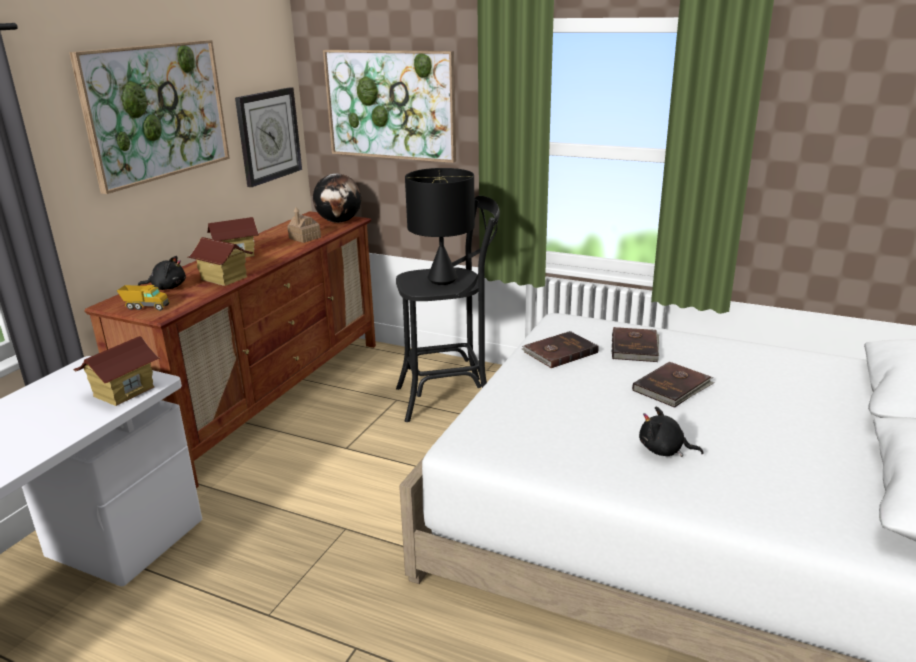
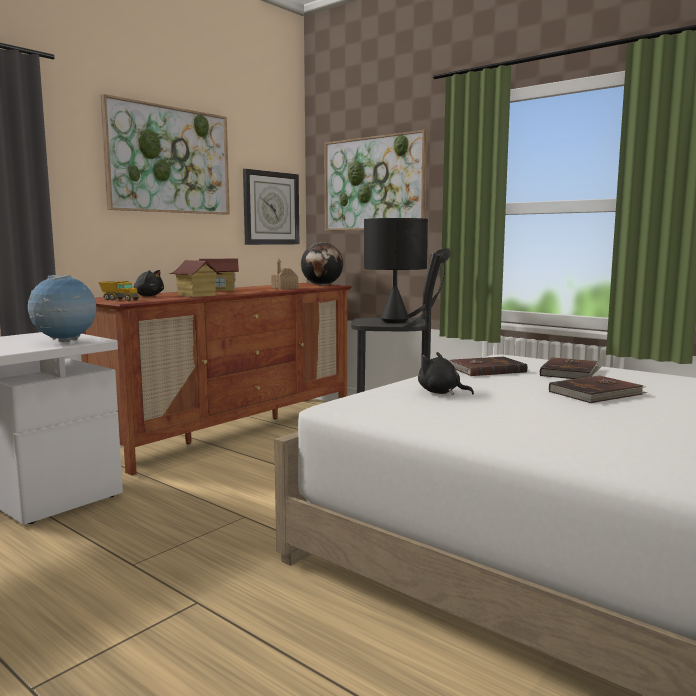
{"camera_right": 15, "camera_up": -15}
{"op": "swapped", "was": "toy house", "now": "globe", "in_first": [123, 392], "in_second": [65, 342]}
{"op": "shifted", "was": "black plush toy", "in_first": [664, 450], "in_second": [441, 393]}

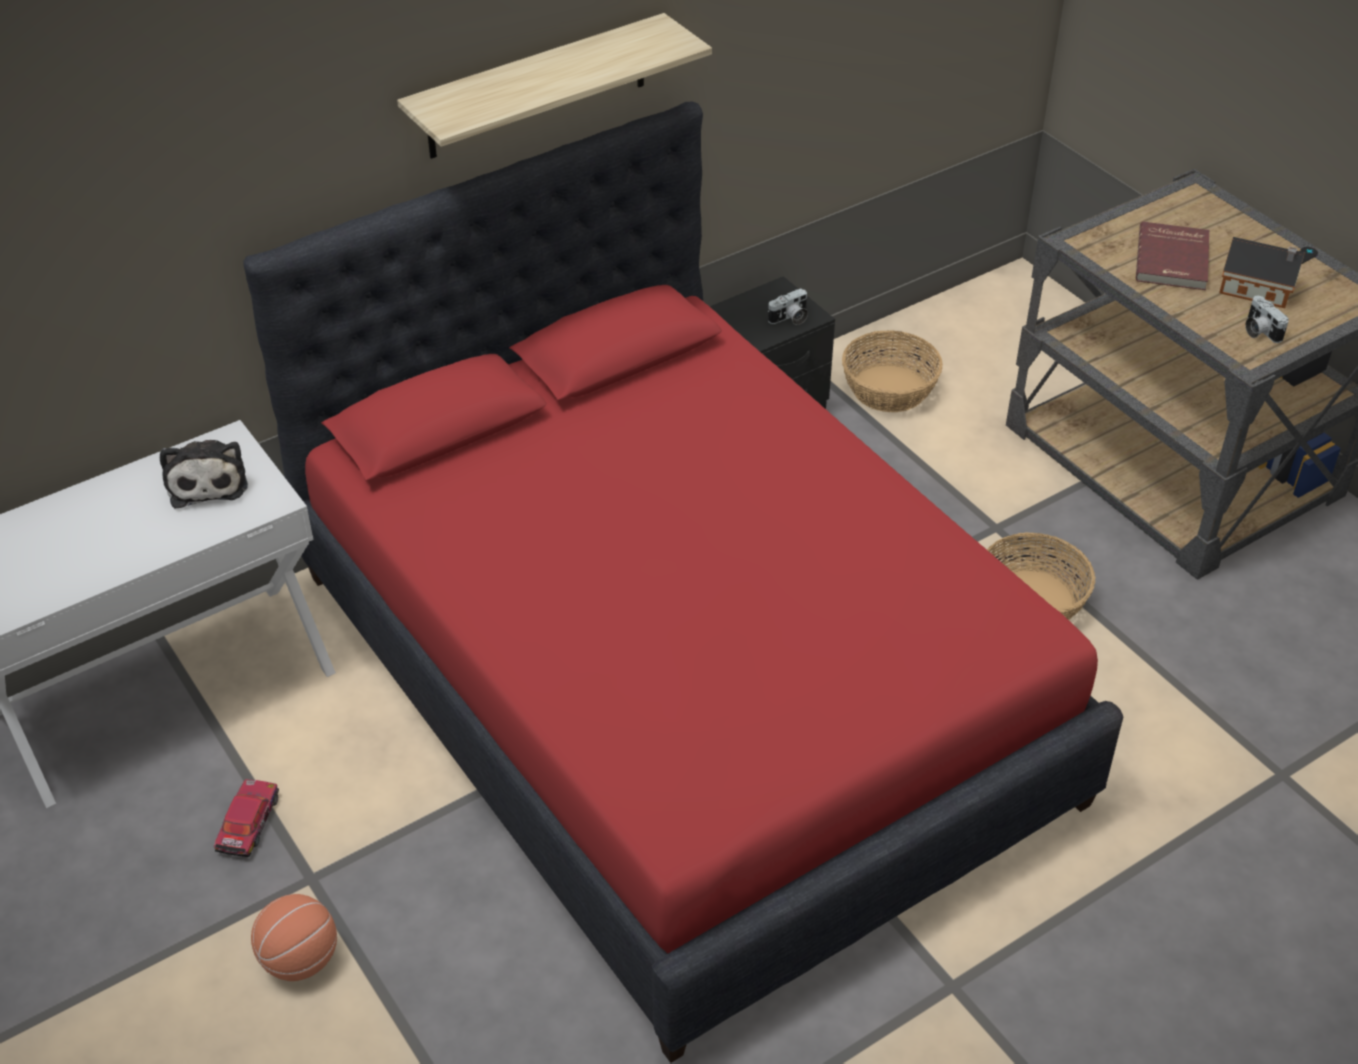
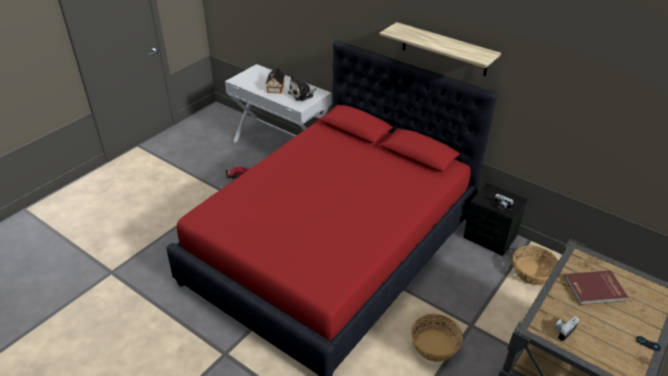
{"camera_right": 70, "camera_up": -5}
{"op": "shifted", "was": "toy house", "in_first": [1259, 290], "in_second": [275, 88]}
{"op": "gone", "was": "basketball", "in_first": [299, 960]}

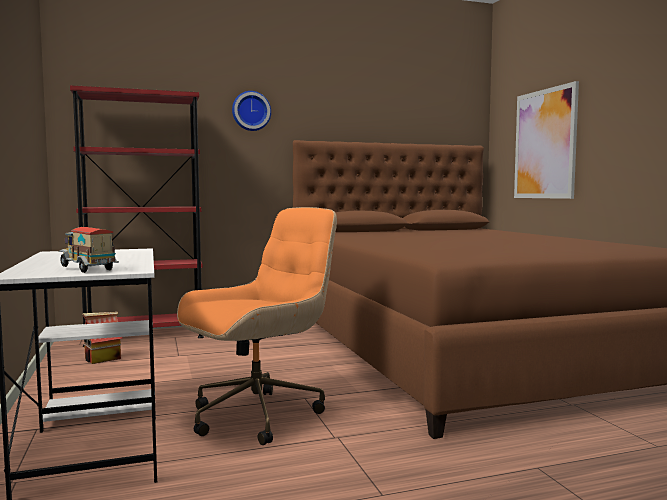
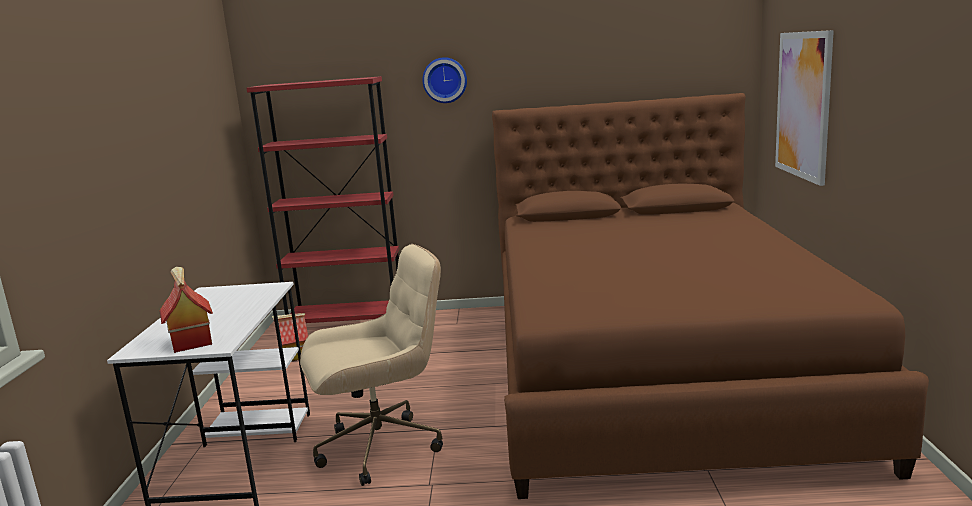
{"camera_right": 20, "camera_up": 10}
{"op": "swapped", "was": "toy truck", "now": "toy house", "in_first": [88, 269], "in_second": [190, 341]}
{"op": "repainted", "was": "orange office chair", "now": "beige office chair", "in_first": [260, 415], "in_second": [384, 448]}

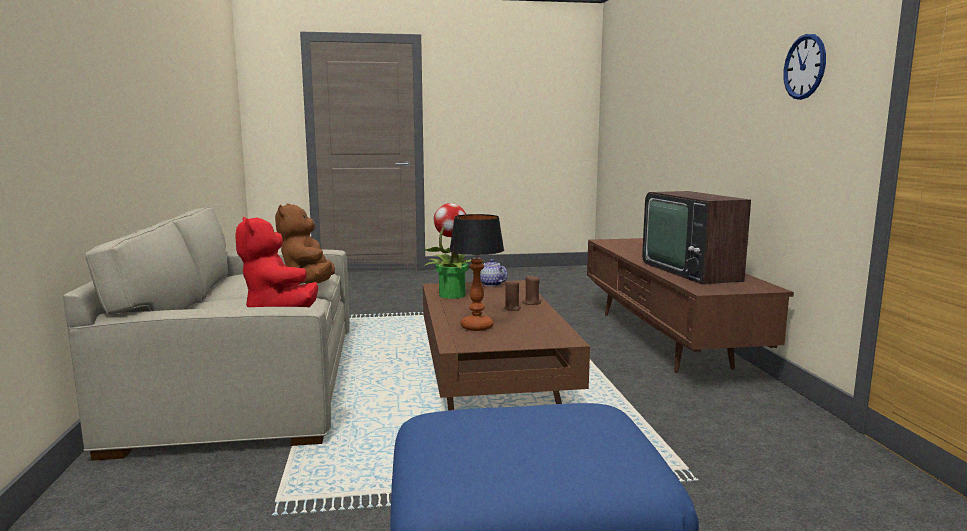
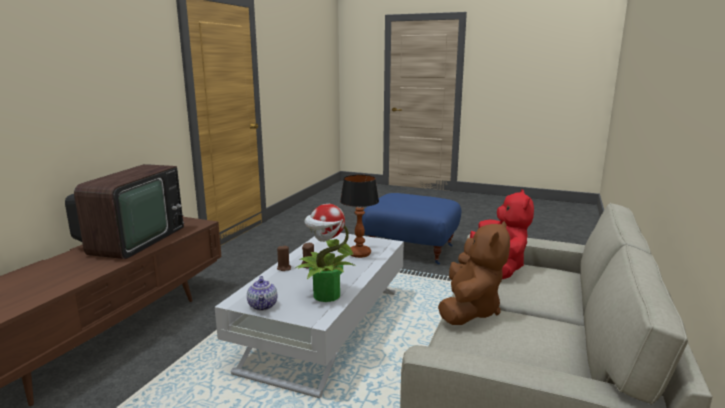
{"camera_right": -150, "camera_up": 5}
{"op": "repainted", "was": "brown coffee table", "now": "white coffee table", "in_first": [491, 384], "in_second": [324, 329]}
{"op": "gone", "was": "wall clock", "in_first": [804, 67]}

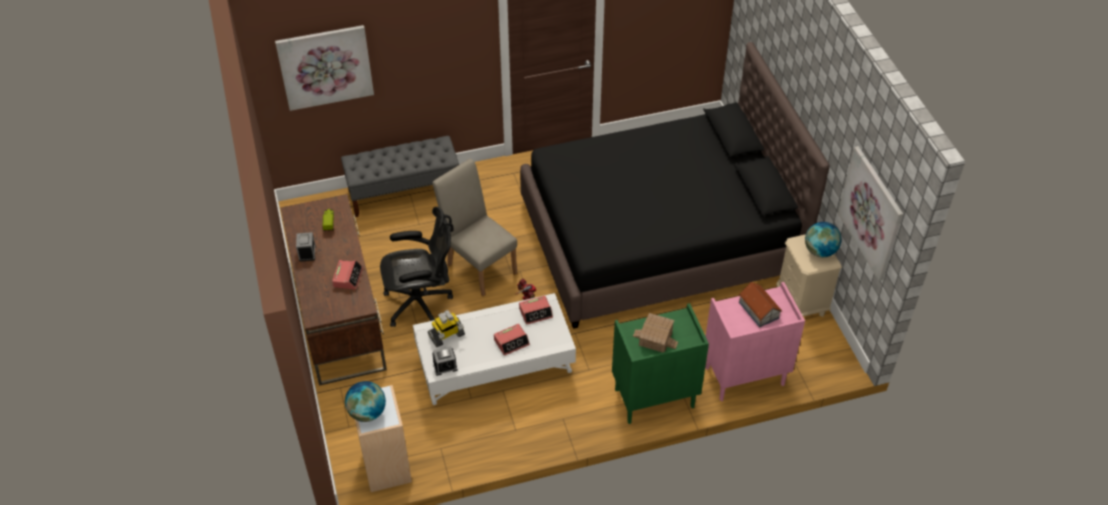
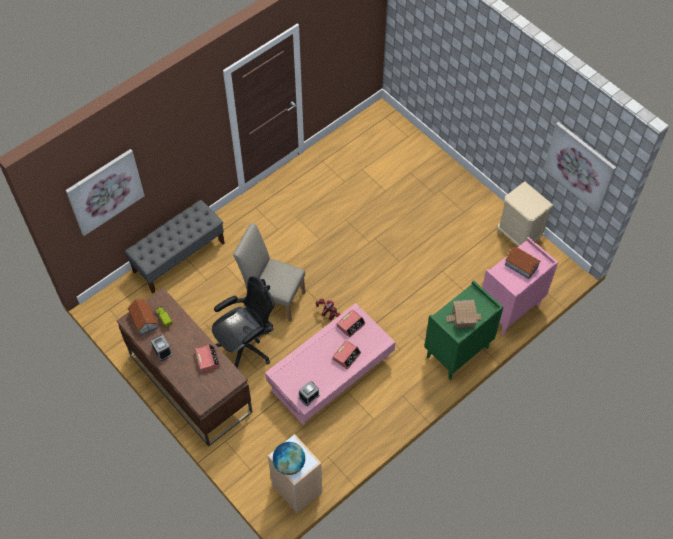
{"camera_right": -25, "camera_up": 10}
{"op": "new", "now": "toy house", "in_second": [144, 320]}
{"op": "repainted", "was": "white coffee table", "now": "pink coffee table", "in_first": [496, 365], "in_second": [331, 373]}
{"op": "gone", "was": "toy robot", "in_first": [446, 336]}
{"op": "gone", "was": "black bed", "in_first": [660, 237]}
{"op": "gone", "was": "globe", "in_first": [820, 251]}

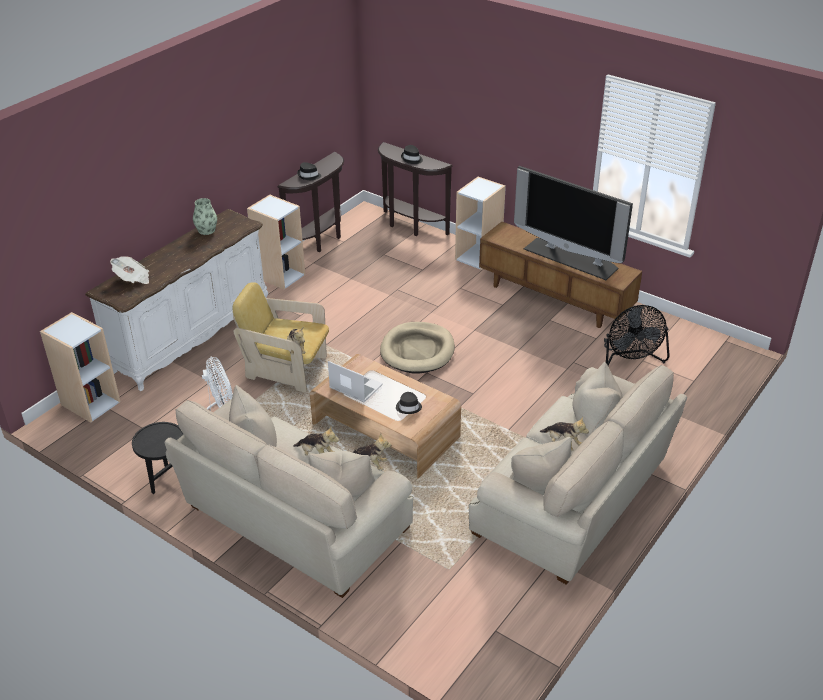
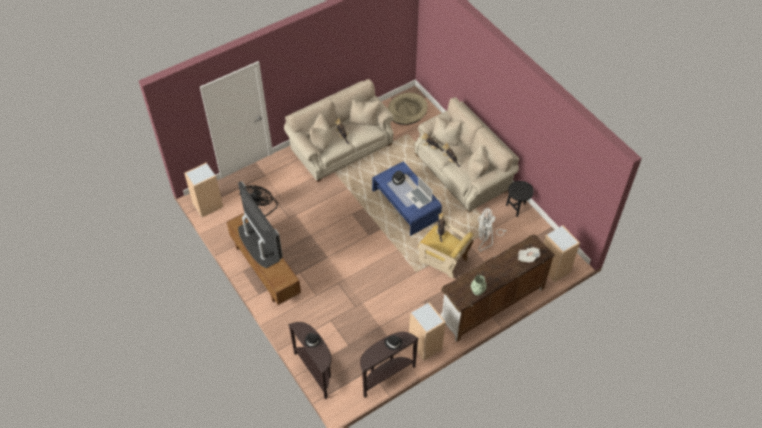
{"camera_right": -160, "camera_up": 15}
{"op": "shifted", "was": "bookcase", "in_first": [479, 256], "in_second": [207, 205]}
{"op": "repainted", "was": "brown coffee table", "now": "blue coffee table", "in_first": [385, 431], "in_second": [406, 205]}
{"op": "shifted", "was": "beige dog bed", "in_first": [417, 351], "in_second": [407, 110]}

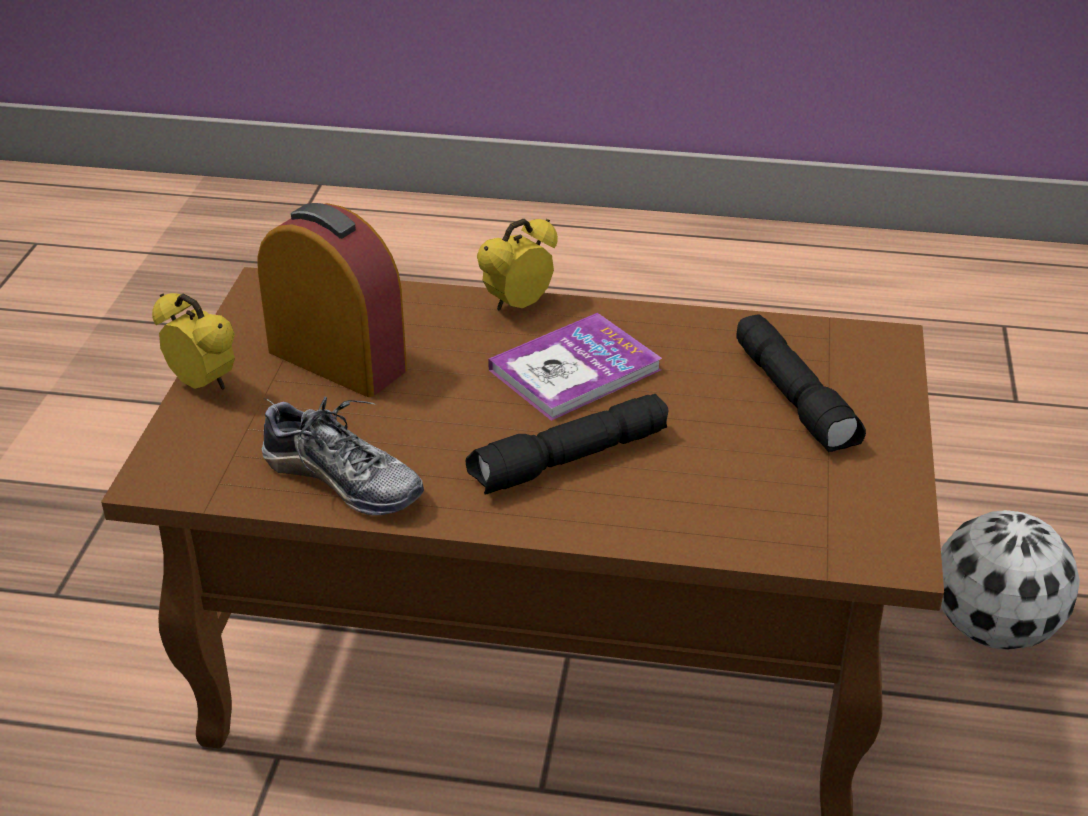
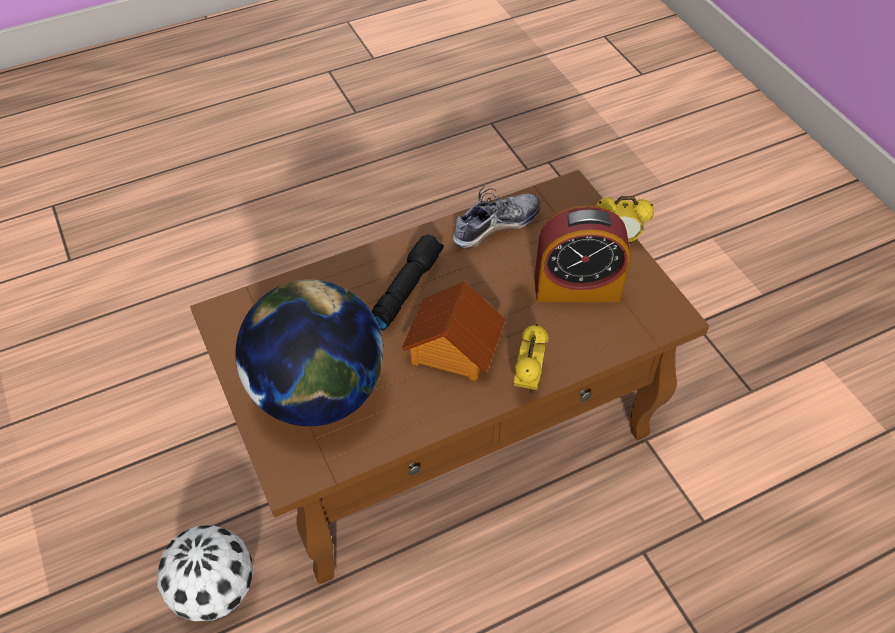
{"camera_right": 145, "camera_up": 15}
{"op": "swapped", "was": "black flashlight", "now": "globe", "in_first": [795, 399], "in_second": [318, 393]}
{"op": "swapped", "was": "book", "now": "toy house", "in_first": [575, 370], "in_second": [452, 348]}
{"op": "rotated", "was": "shoe", "in_first": [343, 480], "in_second": [495, 226], "clockwise": 150}

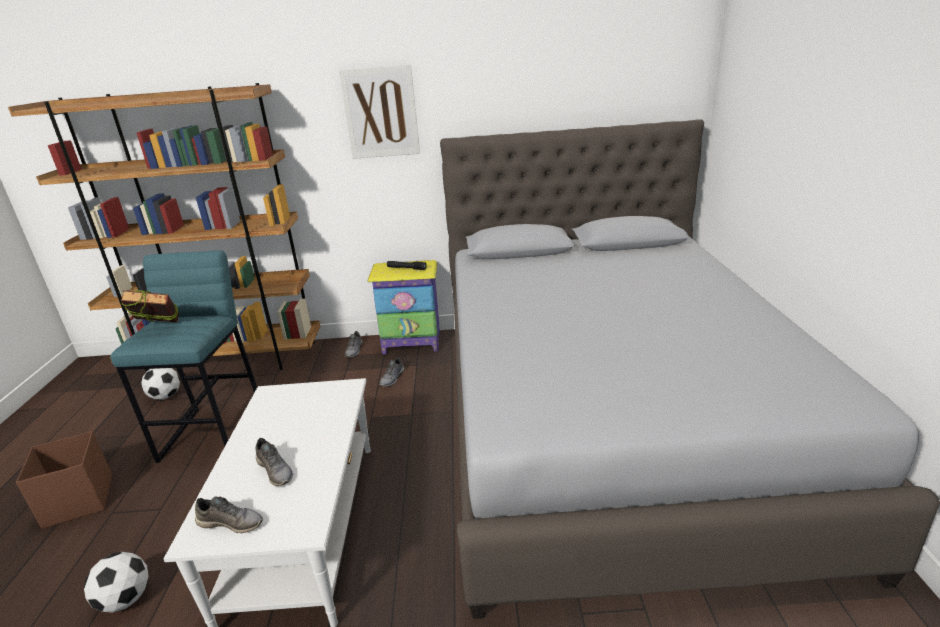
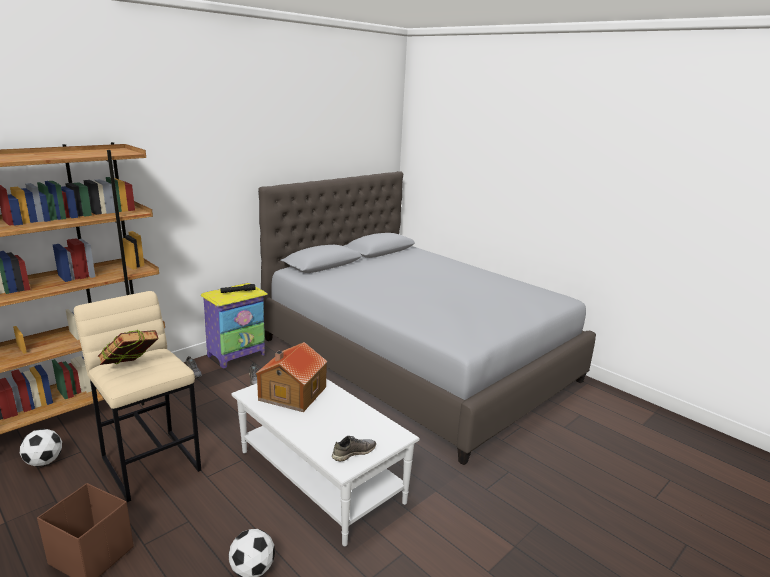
{"camera_right": -45, "camera_up": -5}
{"op": "repainted", "was": "turquoise stool", "now": "beige stool", "in_first": [214, 431], "in_second": [150, 462]}
{"op": "new", "now": "toy house", "in_second": [291, 393]}
{"op": "gone", "was": "grey shoe", "in_first": [276, 470]}
{"op": "gone", "was": "picture", "in_first": [381, 112]}

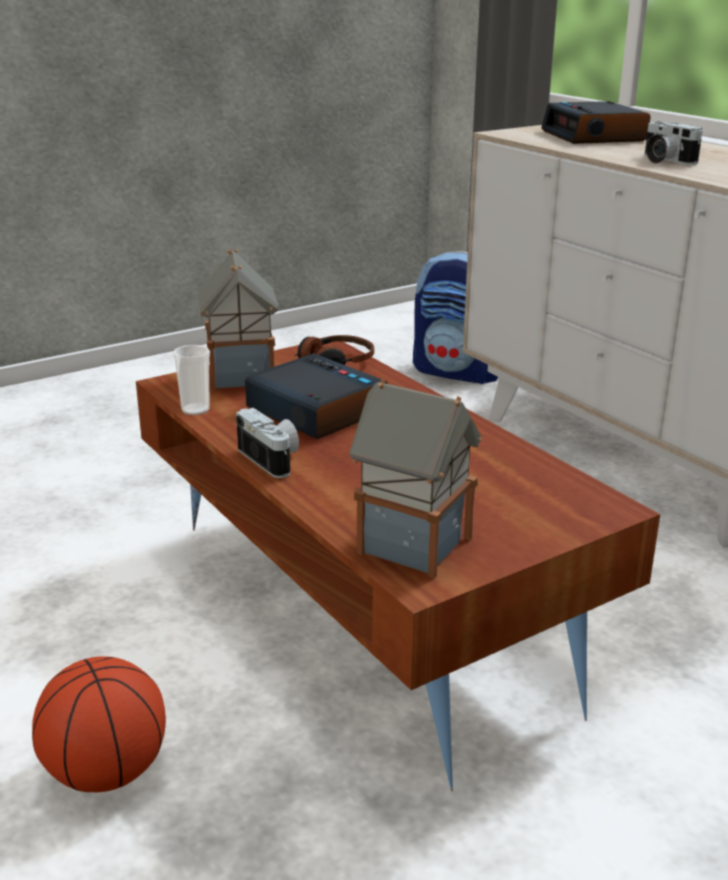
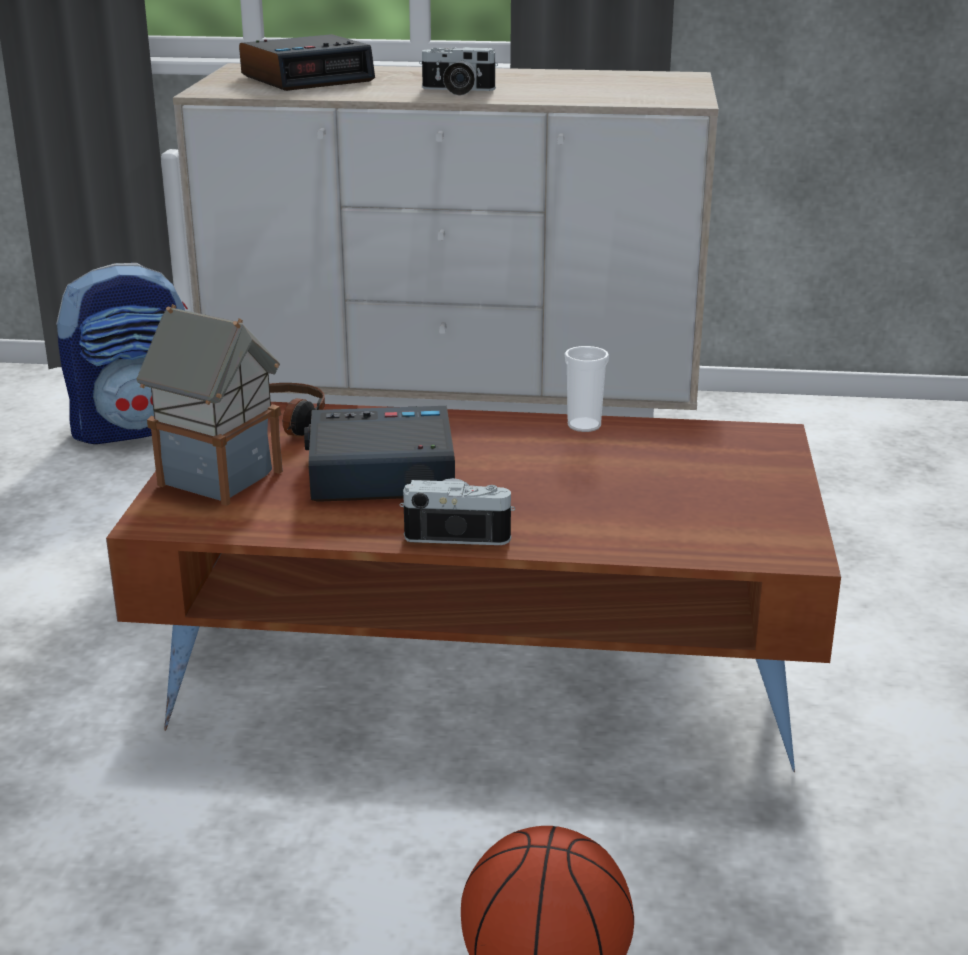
{"camera_right": -50, "camera_up": 0}
{"op": "rotated", "was": "alarm clock", "in_first": [594, 136], "in_second": [308, 78], "clockwise": -60}
{"op": "shifted", "was": "cup", "in_first": [195, 410], "in_second": [584, 425]}
{"op": "gone", "was": "toy house", "in_first": [411, 545]}

